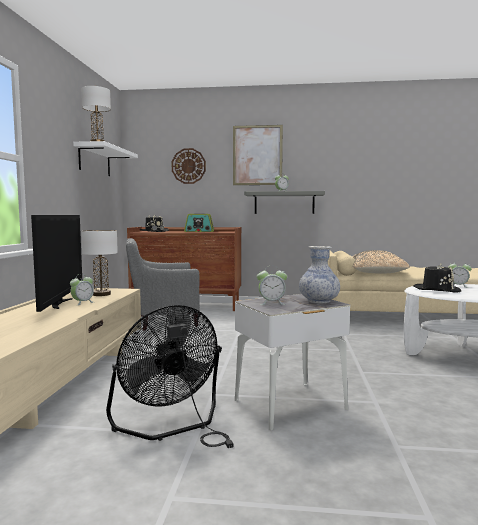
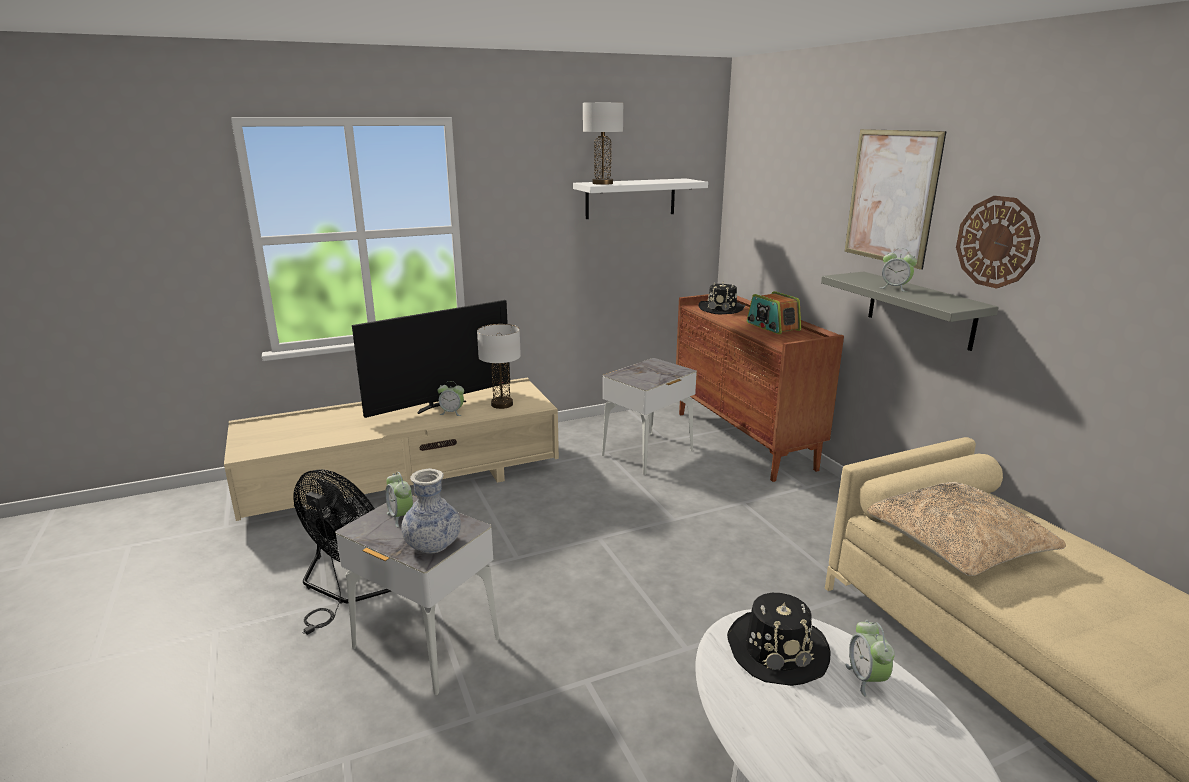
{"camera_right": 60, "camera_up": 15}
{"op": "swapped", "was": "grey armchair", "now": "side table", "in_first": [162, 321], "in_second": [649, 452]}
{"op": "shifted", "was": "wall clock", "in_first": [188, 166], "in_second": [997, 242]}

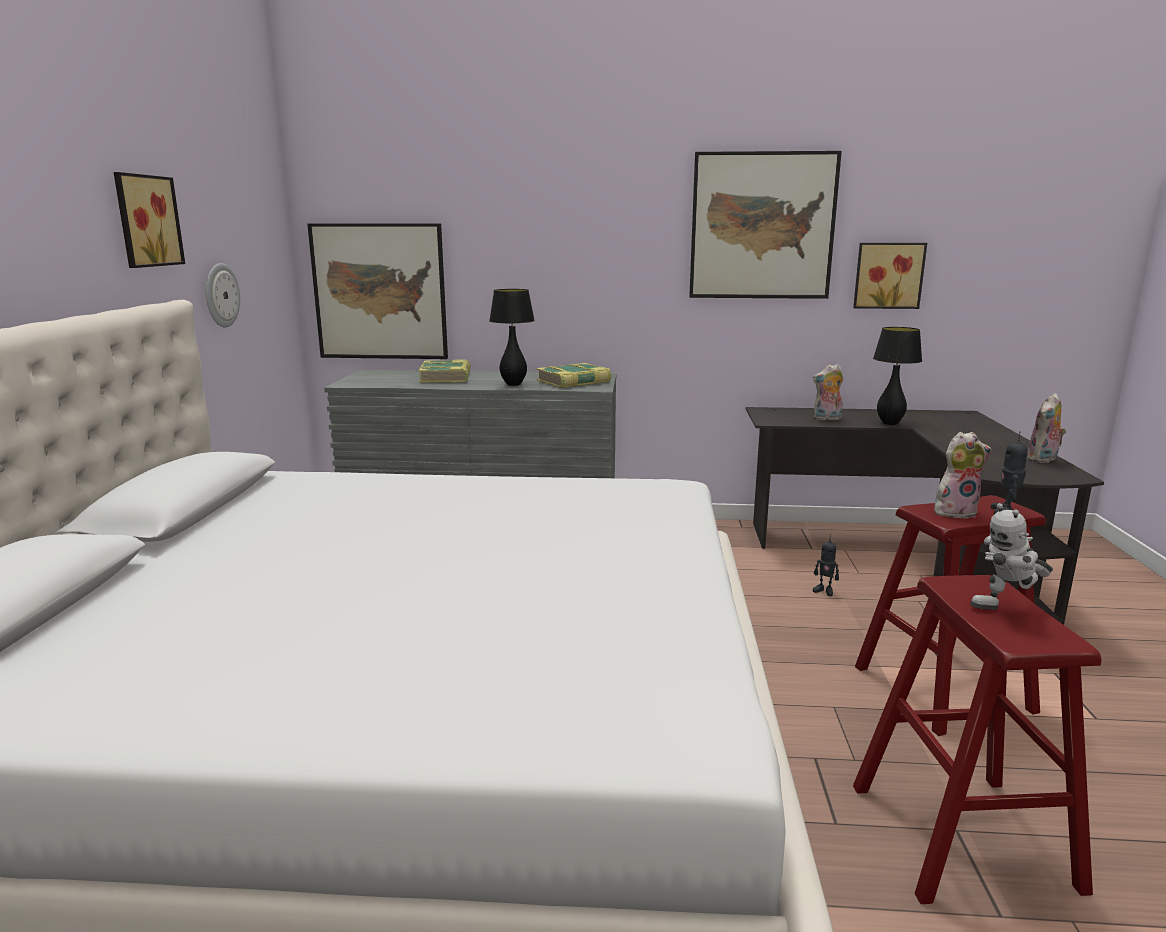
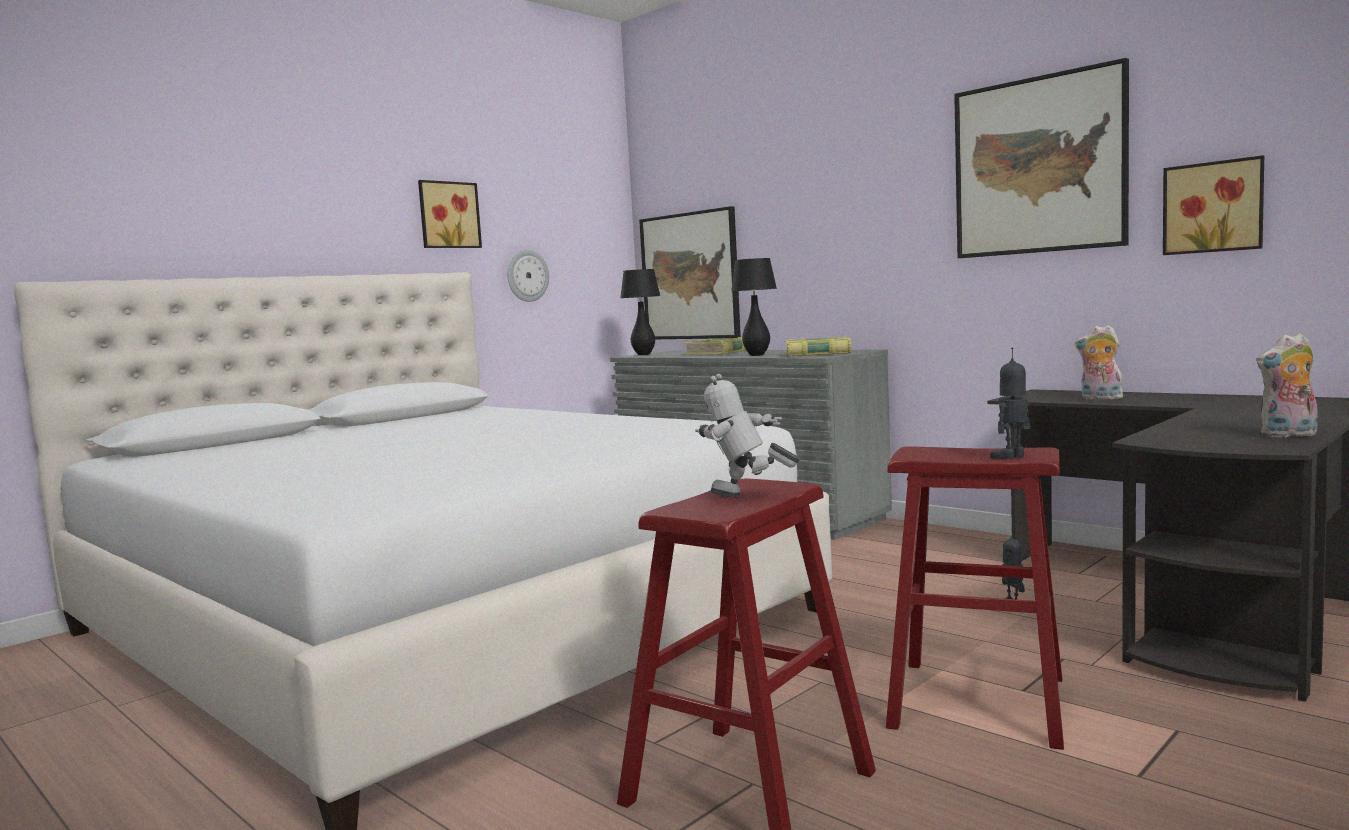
{"camera_right": 40, "camera_up": -10}
{"op": "shifted", "was": "black table lamp", "in_first": [889, 423], "in_second": [643, 354]}
{"op": "gone", "was": "plush toy", "in_first": [955, 512]}

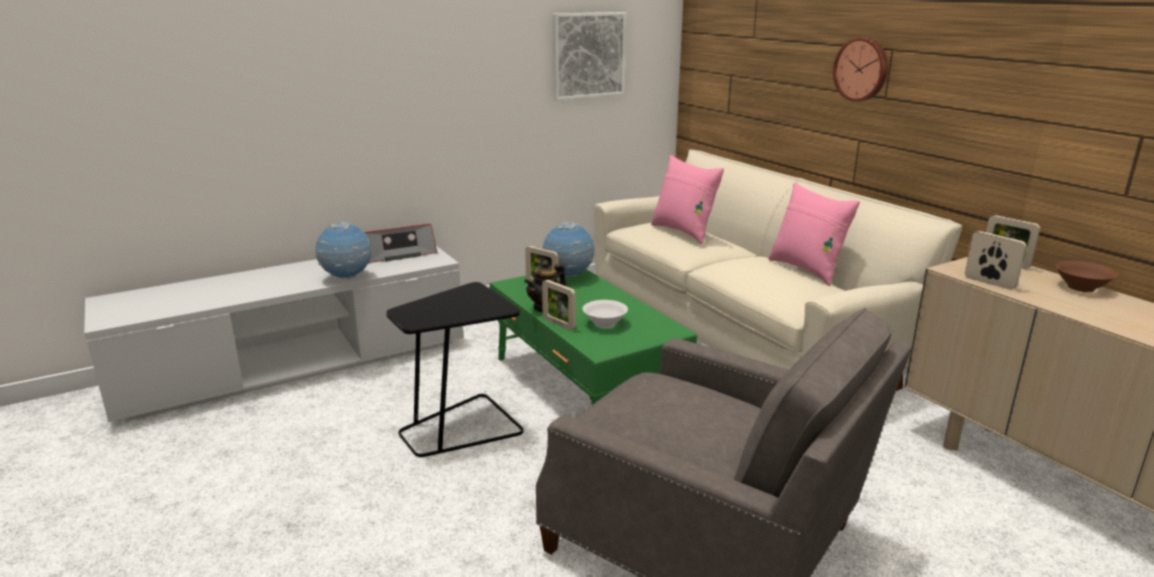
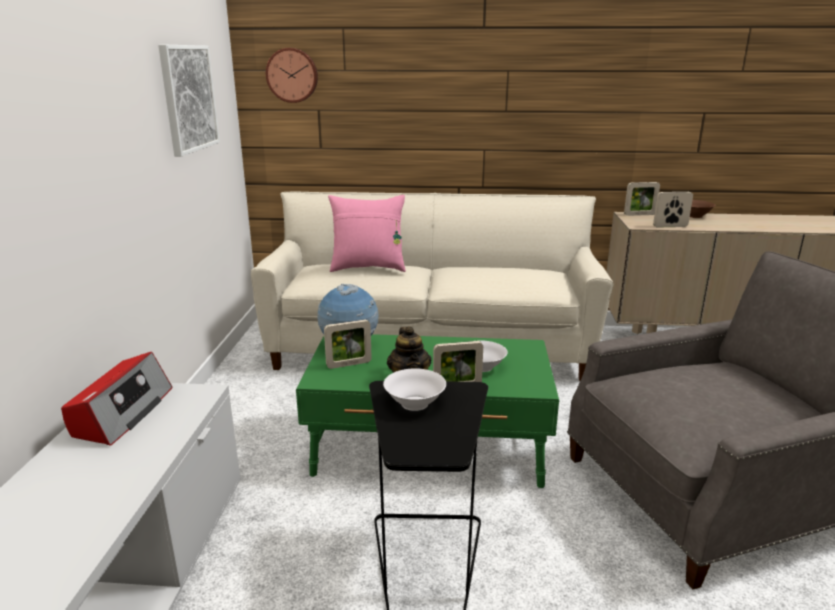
{"camera_right": -55, "camera_up": 0}
{"op": "shifted", "was": "wall clock", "in_first": [862, 69], "in_second": [292, 75]}
{"op": "new", "now": "white bowl", "in_second": [414, 403]}
{"op": "gone", "was": "globe", "in_first": [347, 278]}
{"op": "gone", "was": "pink pillow", "in_first": [806, 270]}

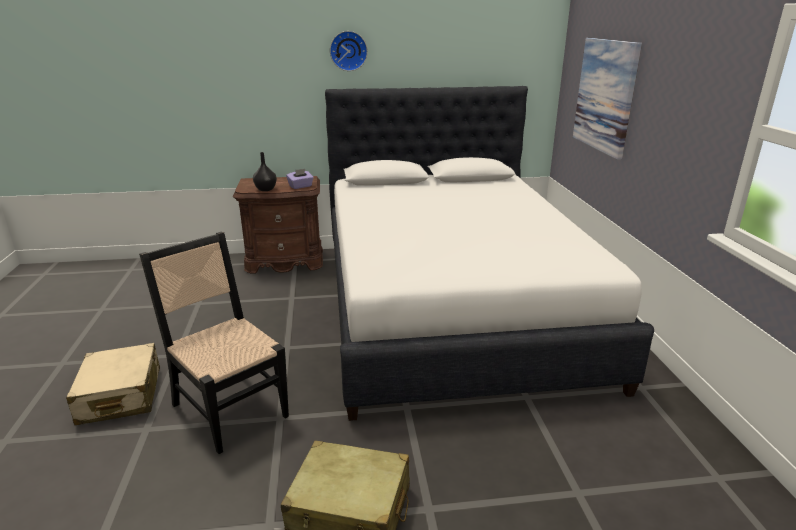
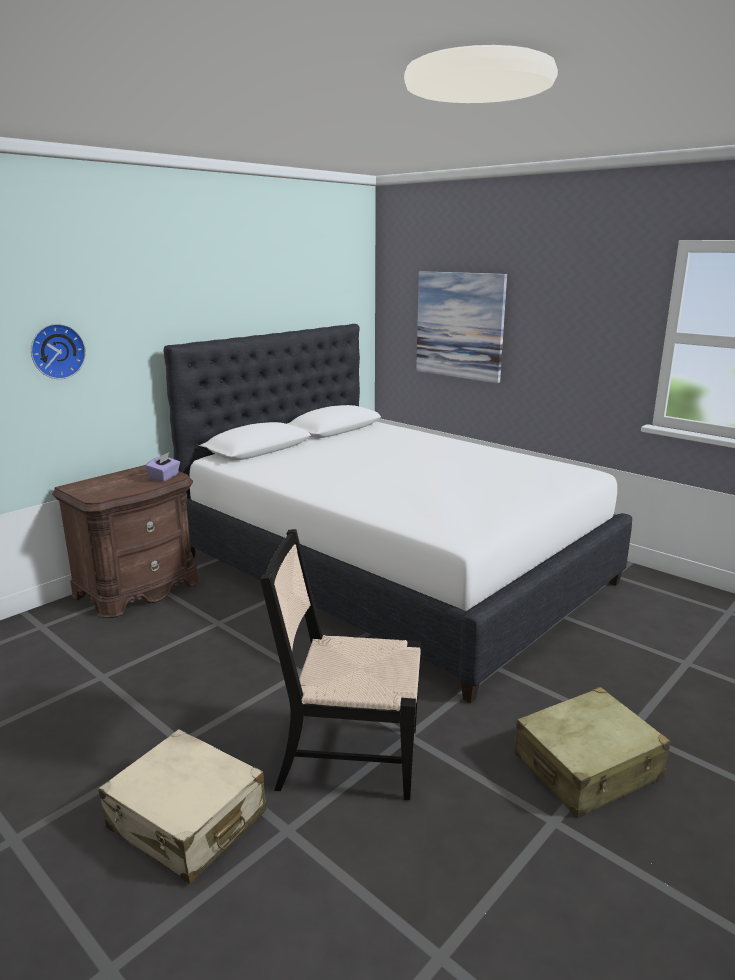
{"camera_right": -40, "camera_up": -5}
{"op": "shifted", "was": "wall clock", "in_first": [348, 51], "in_second": [56, 351]}
{"op": "gone", "was": "black vase", "in_first": [266, 189]}

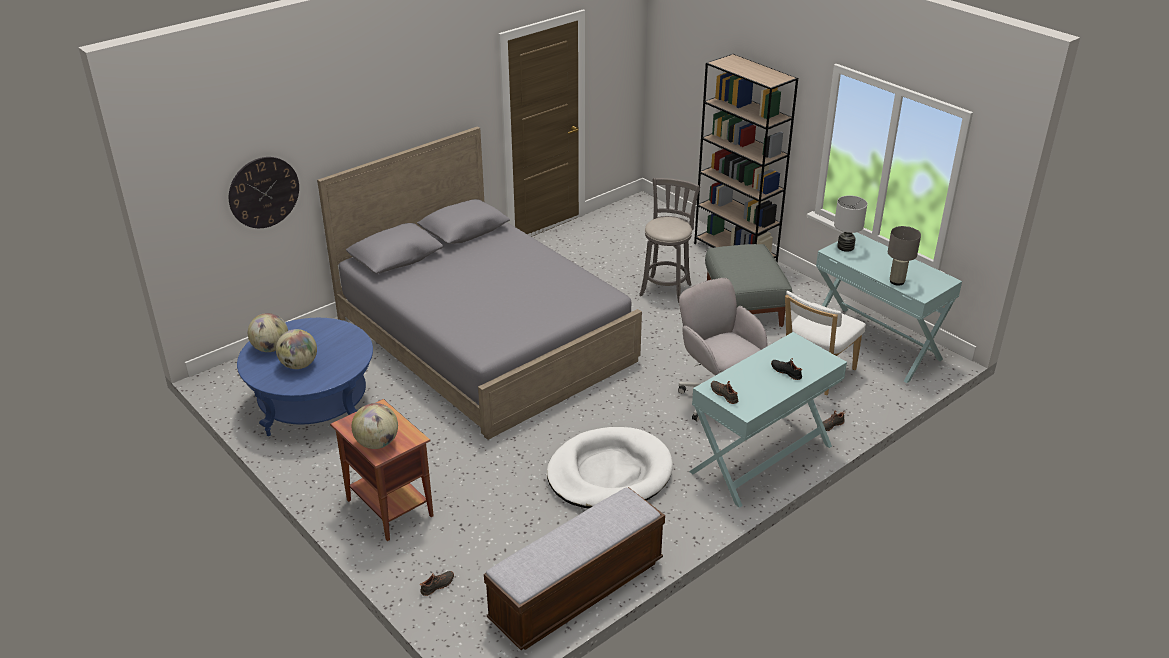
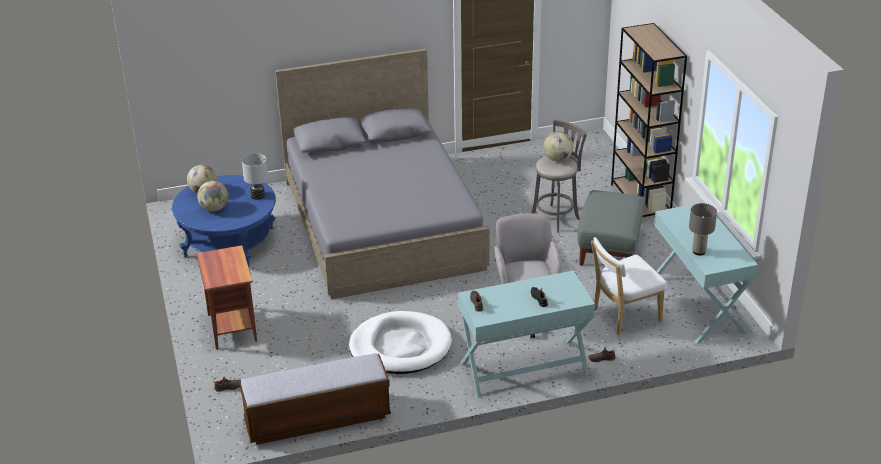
{"camera_right": 25, "camera_up": 0}
{"op": "shifted", "was": "grey table lamp", "in_first": [845, 247], "in_second": [257, 195]}
{"op": "shifted", "was": "globe", "in_first": [377, 443], "in_second": [558, 159]}
{"op": "gone", "was": "wall clock", "in_first": [264, 192]}

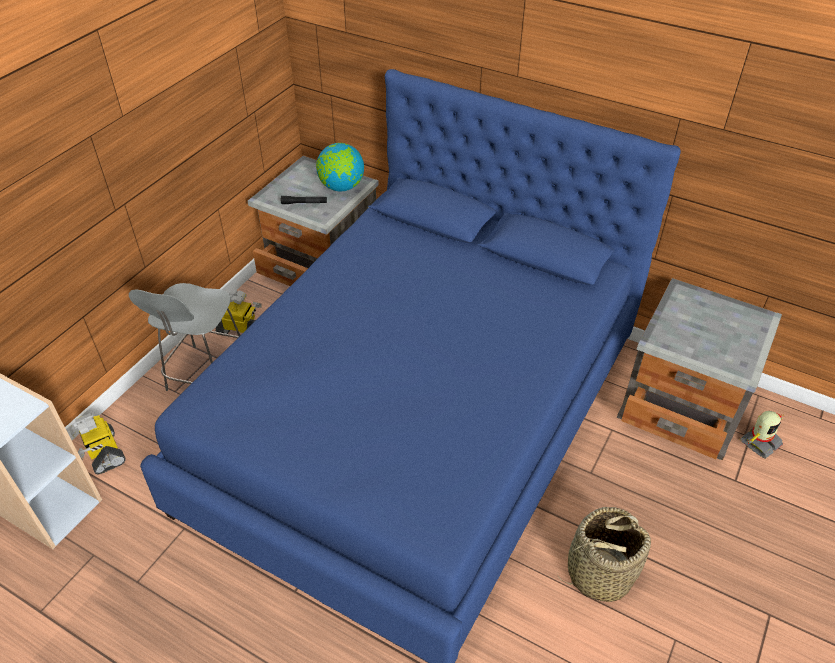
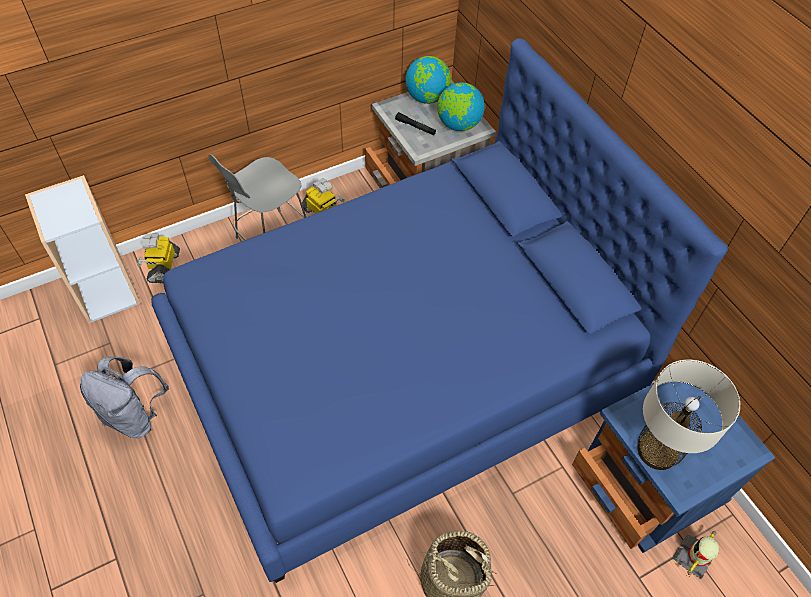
{"camera_right": 30, "camera_up": 10}
{"op": "new", "now": "grey backpack", "in_second": [135, 415]}
{"op": "new", "now": "globe", "in_second": [427, 98]}
{"op": "repainted", "was": "grey nightstand", "now": "blue nightstand", "in_first": [683, 407], "in_second": [646, 484]}
{"op": "new", "now": "table lamp", "in_second": [657, 451]}
{"op": "rotated", "was": "toy robot", "in_first": [759, 442], "in_second": [694, 558], "clockwise": 135}

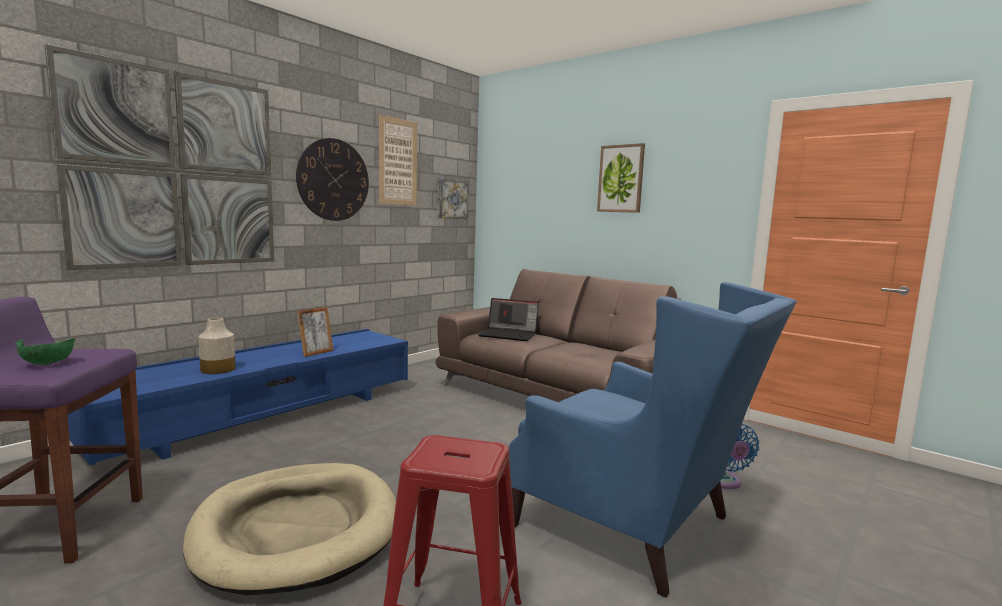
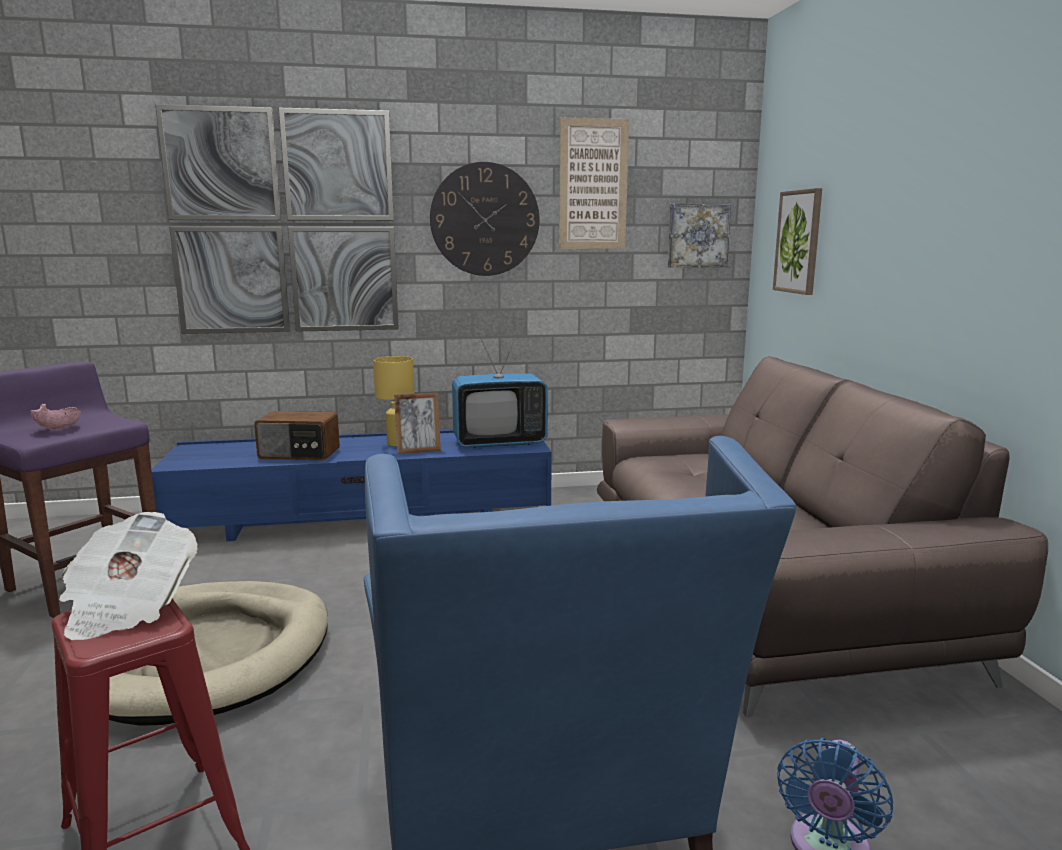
{"camera_right": 40, "camera_up": 5}
{"op": "repainted", "was": "green bowl", "now": "pink bowl", "in_first": [47, 363], "in_second": [59, 428]}
{"op": "new", "now": "newspaper", "in_second": [128, 606]}
{"op": "swapped", "was": "beige vase", "now": "radio", "in_first": [218, 369], "in_second": [299, 454]}
{"op": "new", "now": "yellow table lamp", "in_second": [396, 443]}
{"op": "new", "now": "television", "in_second": [499, 442]}
{"op": "shifted", "was": "picture", "in_first": [621, 178], "in_second": [798, 242]}
{"op": "gone", "was": "laptop", "in_first": [509, 335]}

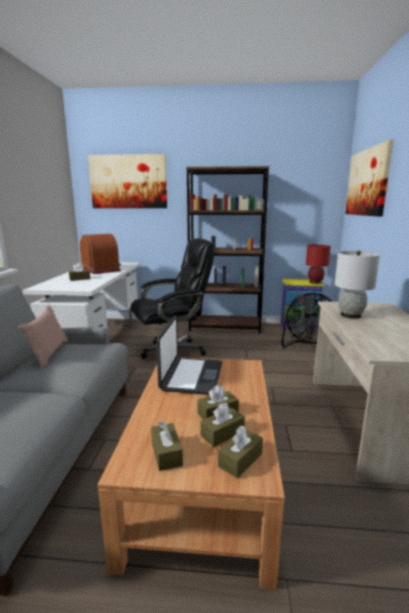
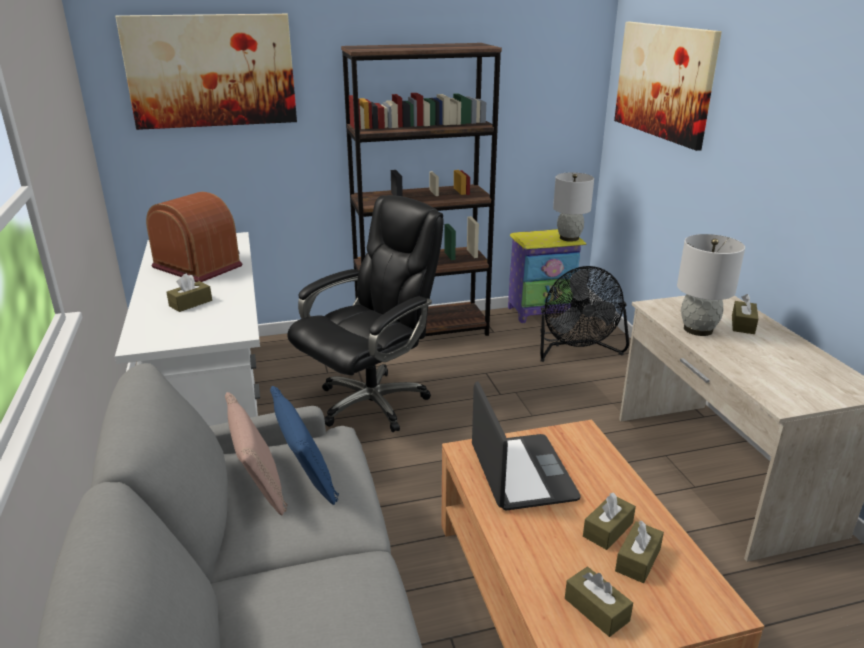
{"camera_right": -20, "camera_up": 10}
{"op": "new", "now": "blue pillow", "in_second": [305, 472]}
{"op": "repainted", "was": "red table lamp", "now": "white table lamp", "in_first": [315, 282], "in_second": [569, 238]}
{"op": "shifted", "was": "brown tissue box", "in_first": [240, 460], "in_second": [743, 324]}

